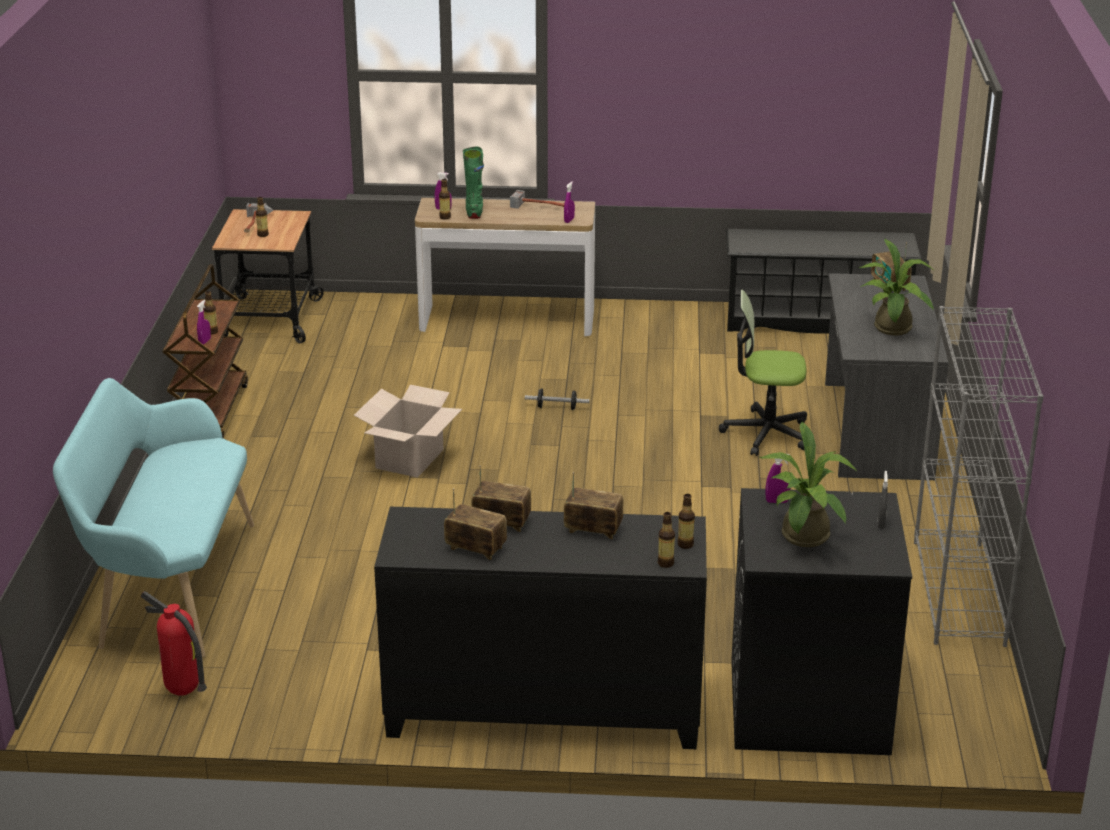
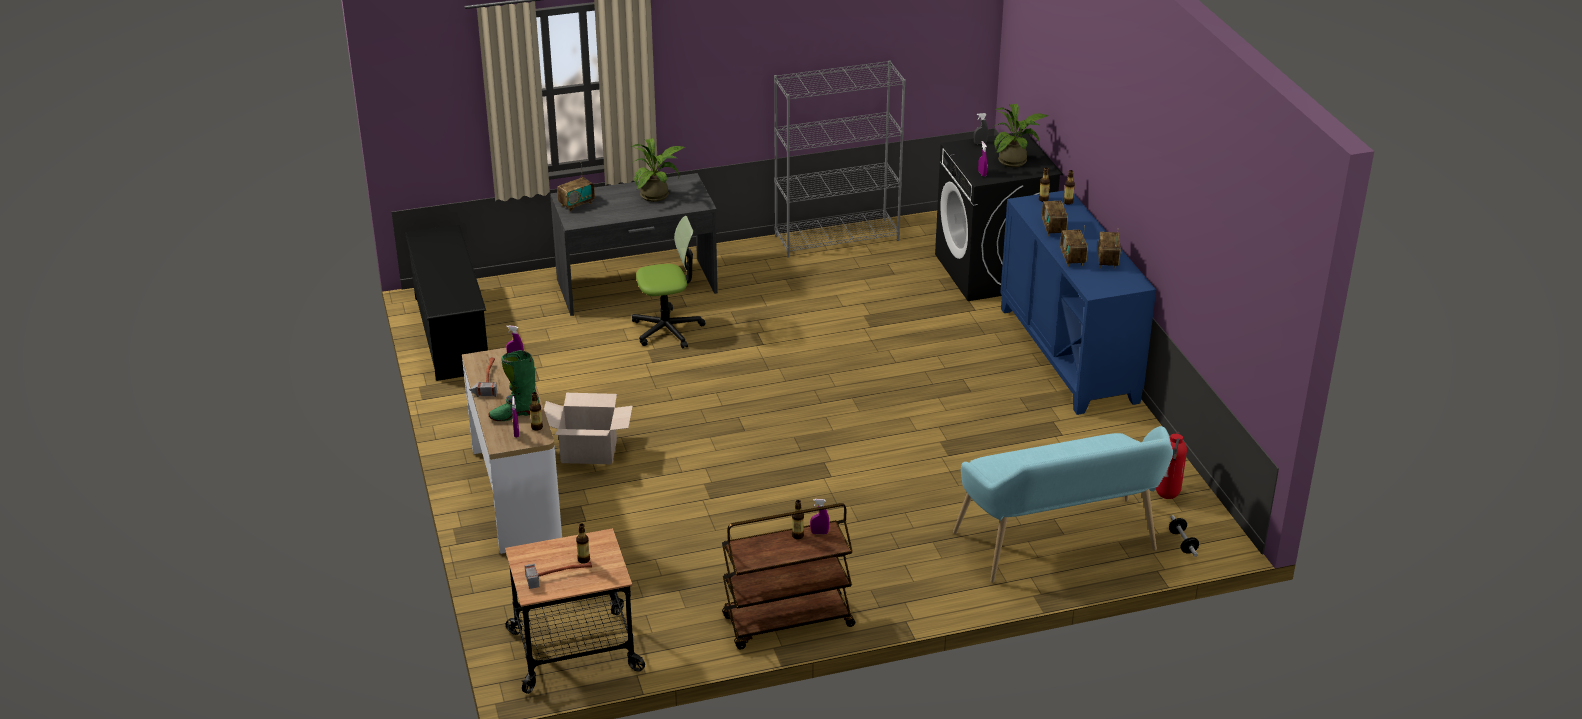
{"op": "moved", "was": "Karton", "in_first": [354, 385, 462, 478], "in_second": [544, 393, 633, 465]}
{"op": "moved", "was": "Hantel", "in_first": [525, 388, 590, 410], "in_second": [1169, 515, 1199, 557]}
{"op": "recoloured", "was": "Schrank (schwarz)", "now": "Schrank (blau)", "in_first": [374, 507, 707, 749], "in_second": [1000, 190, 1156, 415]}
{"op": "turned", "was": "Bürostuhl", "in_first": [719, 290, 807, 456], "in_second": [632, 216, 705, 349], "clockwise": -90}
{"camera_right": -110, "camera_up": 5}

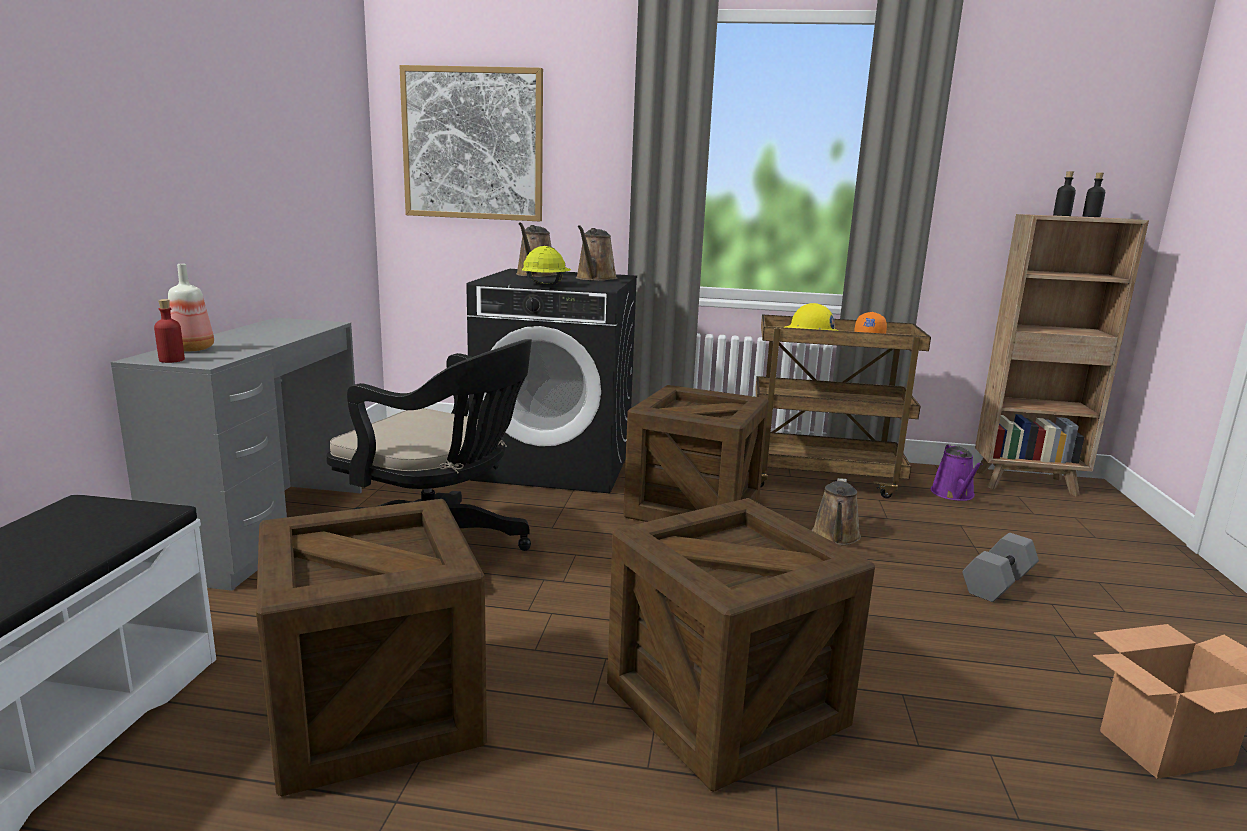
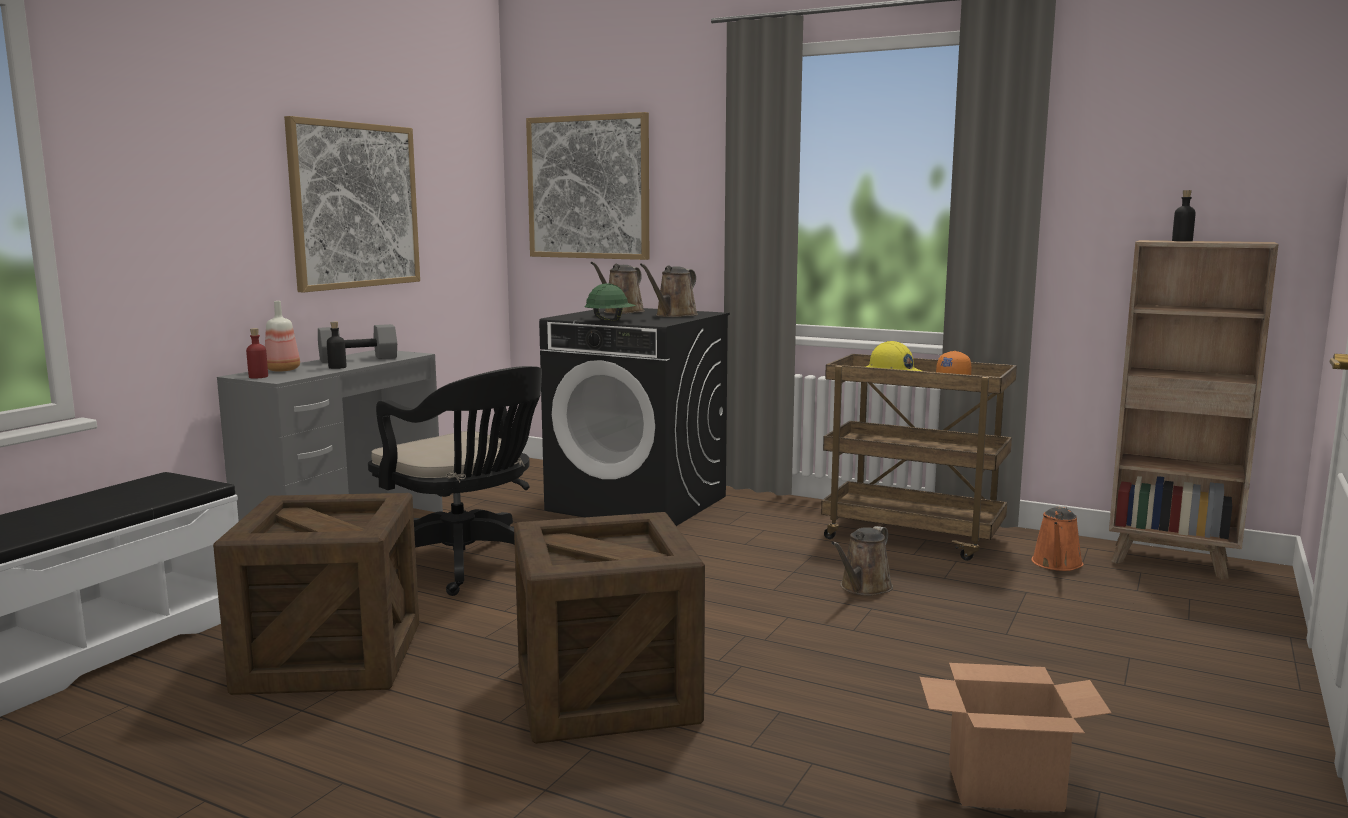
{"op": "removed", "was": "Kiste", "in_first": [623, 385, 769, 522]}
{"op": "added", "now": "Bild", "in_second": [284, 116, 420, 293]}
{"op": "moved", "was": "Hantel (grau)", "in_first": [963, 533, 1039, 602], "in_second": [318, 324, 397, 363]}
{"op": "moved", "was": "Flasche (schwarz)", "in_first": [1083, 173, 1105, 217], "in_second": [327, 321, 347, 369]}
{"op": "recoloured", "was": "Schutzhelm (gelb)", "now": "Schutzhelm (grün)", "in_first": [522, 246, 571, 285], "in_second": [584, 283, 635, 321]}
{"op": "recoloured", "was": "Gießkanne (lila)", "now": "Gießkanne (orange)", "in_first": [931, 444, 983, 501], "in_second": [1031, 506, 1083, 571]}
{"camera_right": 20, "camera_up": -5}

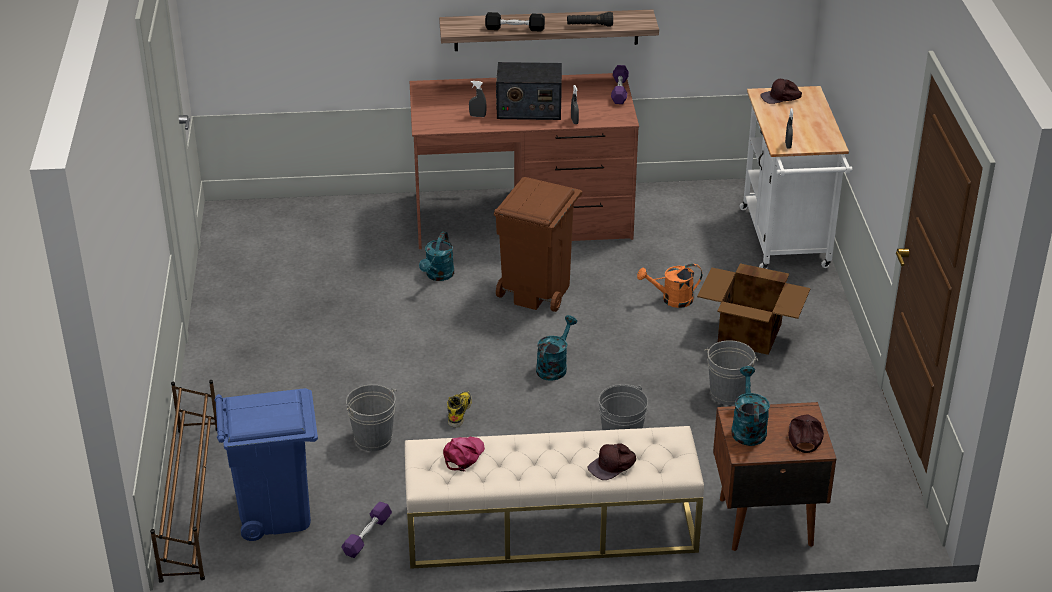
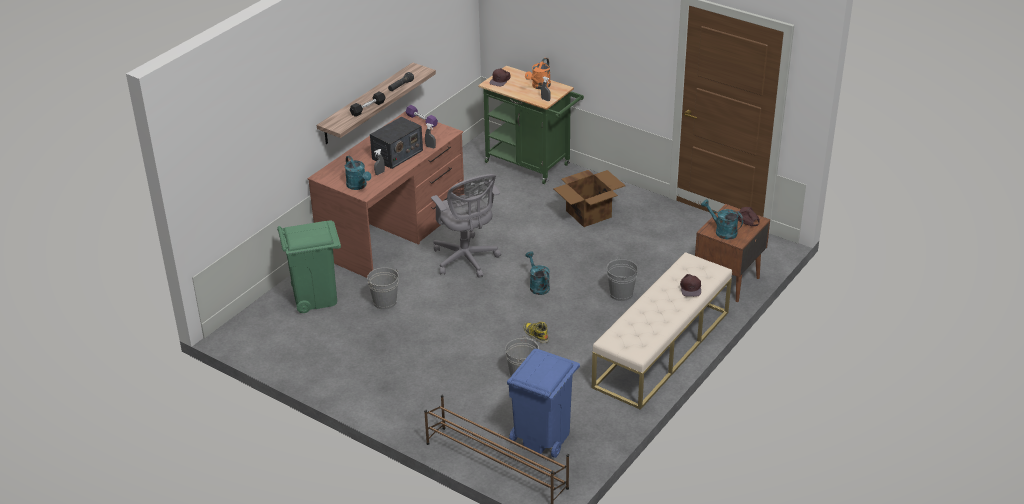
{"op": "removed", "was": "Hantel (lila)", "in_first": [341, 502, 392, 558]}
{"op": "removed", "was": "Kappe (rosa)", "in_first": [443, 437, 485, 471]}
{"op": "added", "now": "Mülleimer (grün)", "in_second": [277, 220, 341, 313]}
{"op": "moved", "was": "Gießkanne (türkis)", "in_first": [419, 232, 454, 281], "in_second": [345, 155, 371, 190]}
{"op": "moved", "was": "Gießkanne (orange)", "in_first": [637, 264, 702, 308], "in_second": [525, 58, 551, 89]}
{"op": "moved", "was": "Eimer (grau)", "in_first": [704, 340, 758, 405], "in_second": [367, 267, 399, 310]}
{"op": "replaced", "was": "Mülleimer (braun)", "now": "Bürostuhl (grau)", "in_first": [494, 177, 582, 312], "in_second": [431, 174, 501, 278]}
{"op": "recoloured", "was": "Rollwagen (weiß)", "now": "Rollwagen (grün)", "in_first": [740, 86, 852, 269], "in_second": [478, 66, 584, 184]}
{"camera_right": -50, "camera_up": 0}

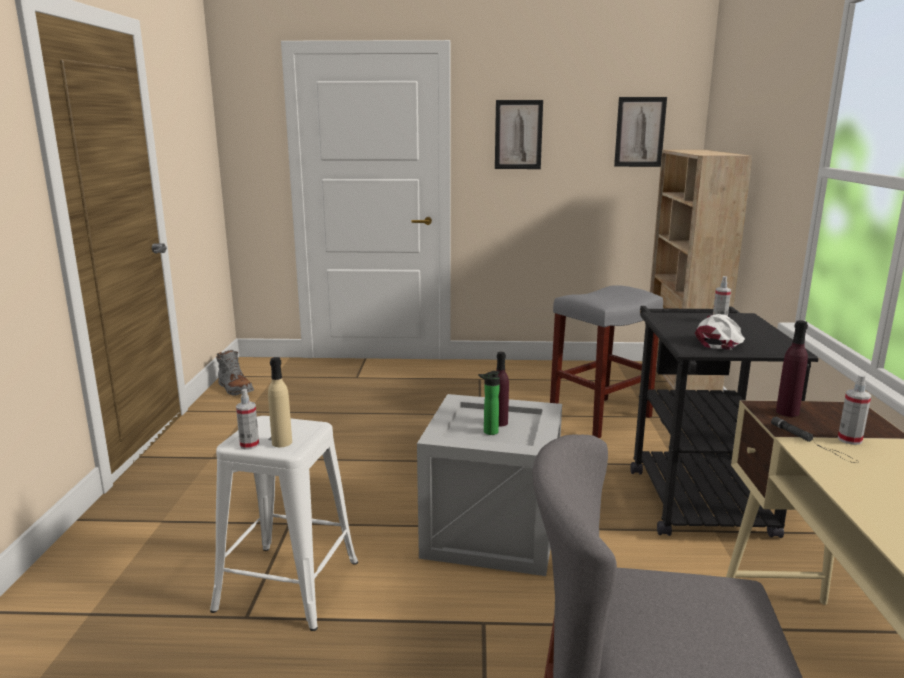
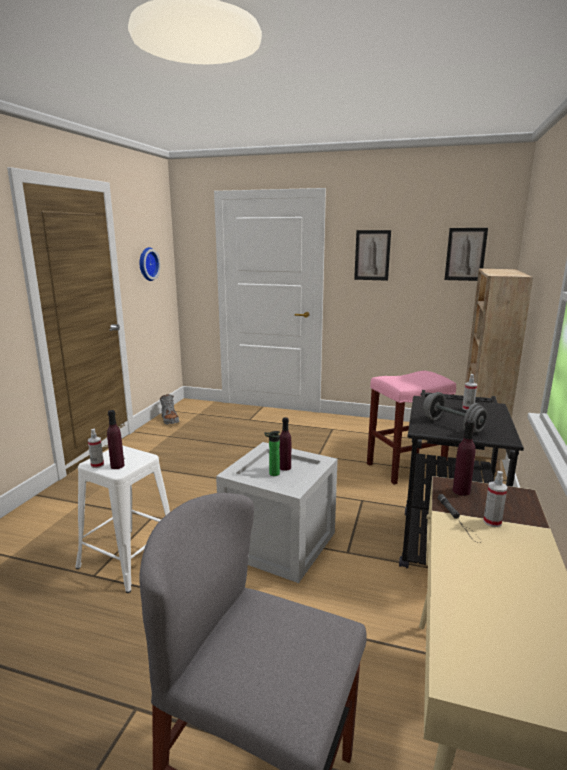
{"op": "added", "now": "Wanduhr", "in_second": [139, 247, 161, 281]}
{"op": "replaced", "was": "Kappe (weiß)", "now": "Hantel (grau)", "in_first": [695, 314, 745, 350], "in_second": [423, 392, 488, 433]}
{"op": "recoloured", "was": "Flasche (beige)", "now": "Flasche (lila)", "in_first": [268, 357, 292, 447], "in_second": [107, 410, 124, 469]}
{"op": "recoloured", "was": "Hocker (grau)", "now": "Hocker (rosa)", "in_first": [550, 285, 663, 438], "in_second": [367, 371, 456, 484]}
{"camera_right": 15, "camera_up": 0}

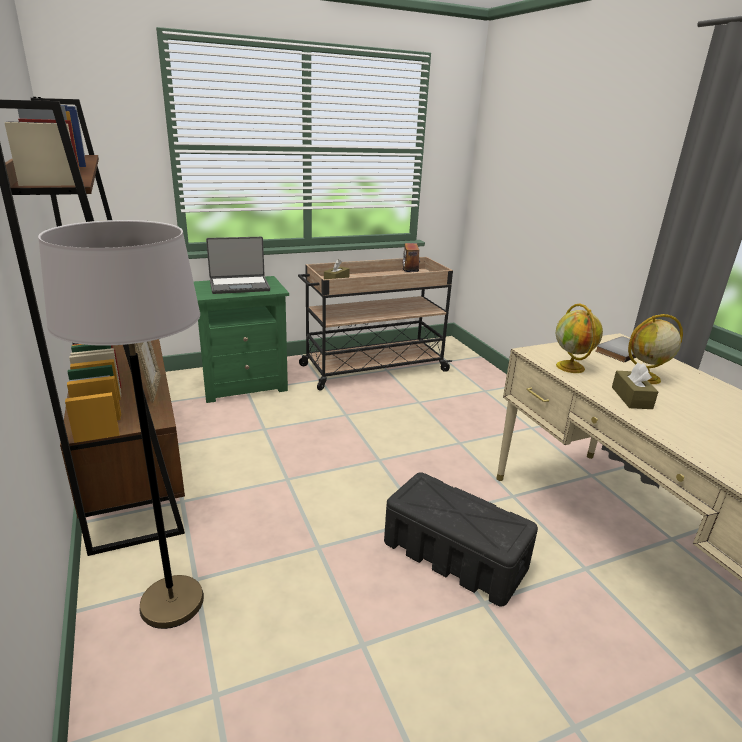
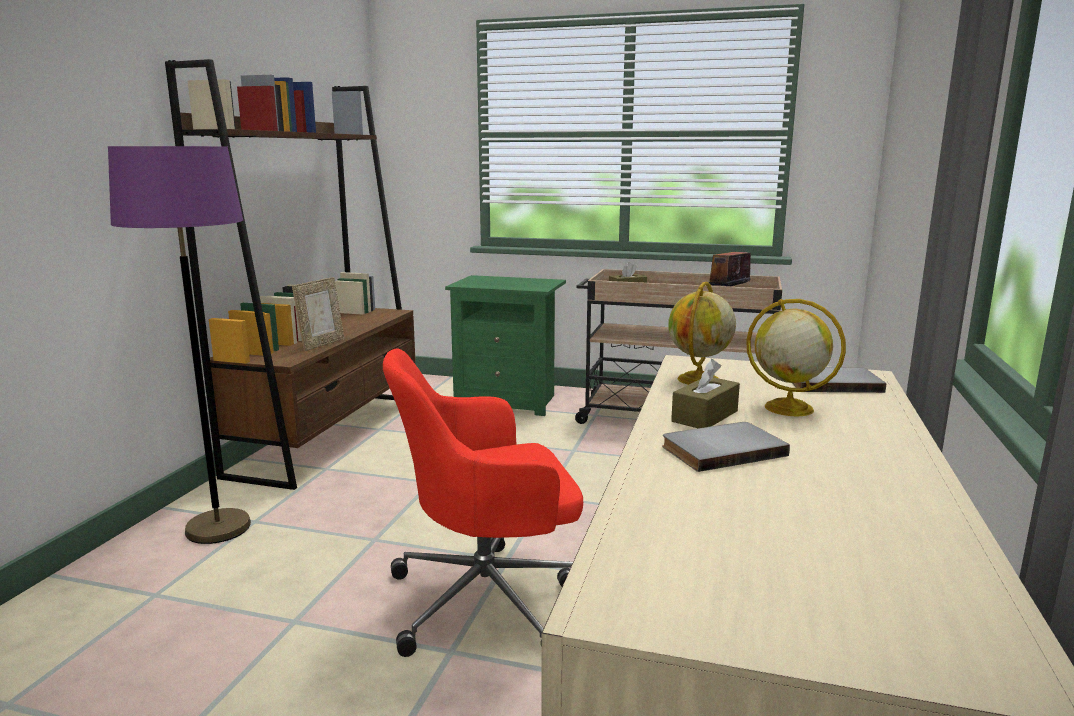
{"op": "removed", "was": "Laptop", "in_first": [206, 237, 270, 294]}
{"op": "added", "now": "Buch (grau)", "in_second": [662, 422, 790, 472]}
{"op": "replaced", "was": "Aufbewahrungsbox (schwarz)", "now": "Bürostuhl (rot)", "in_first": [384, 472, 538, 606], "in_second": [383, 349, 583, 657]}
{"op": "recoloured", "was": "Stehlampe (grau)", "now": "Stehlampe (lila)", "in_first": [38, 220, 204, 629], "in_second": [108, 146, 251, 544]}
{"camera_right": 40, "camera_up": -10}

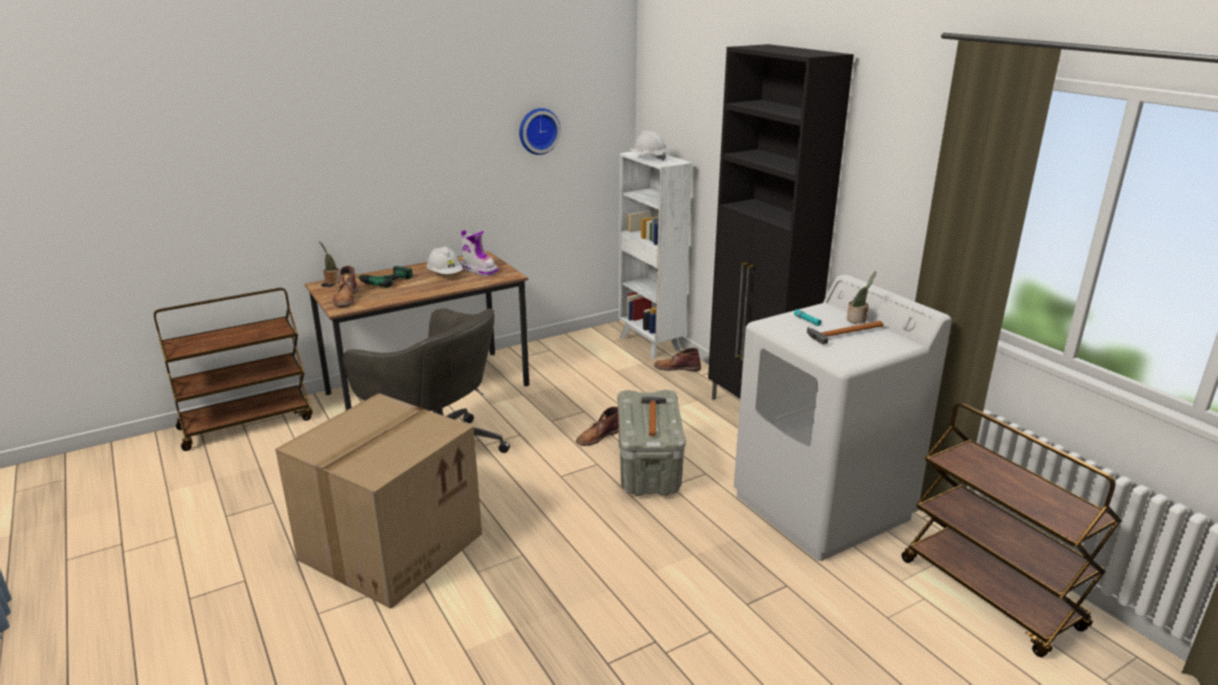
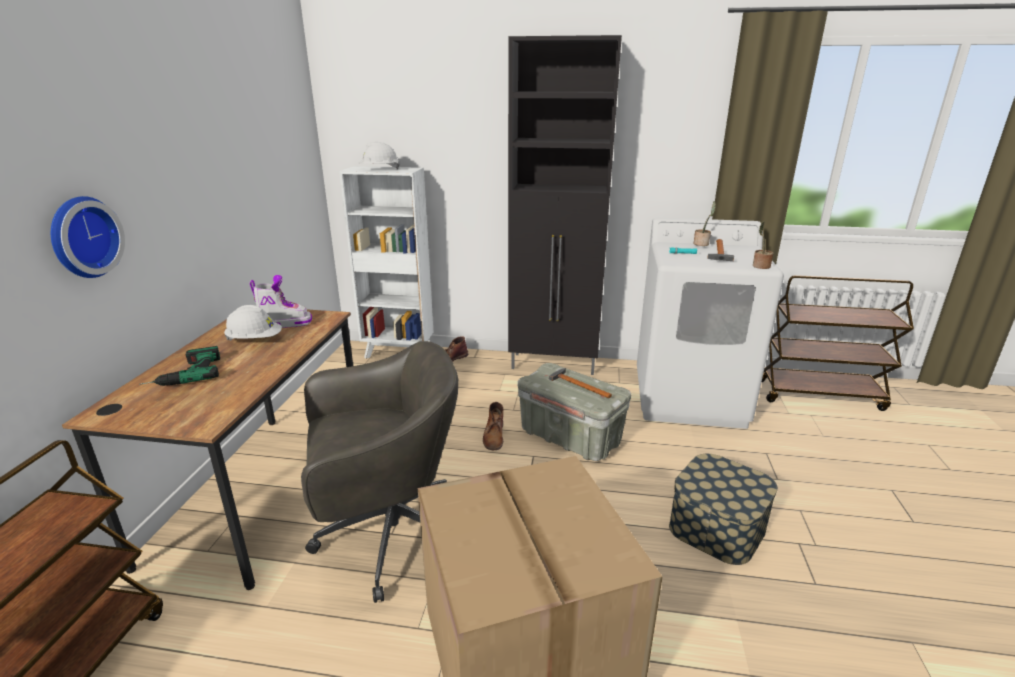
{"op": "removed", "was": "Stiefel (braun)", "in_first": [333, 266, 358, 307]}
{"op": "added", "now": "Aufbewahrungsbox", "in_second": [669, 454, 778, 565]}
{"op": "moved", "was": "Topfpflanze", "in_first": [319, 241, 340, 285], "in_second": [753, 221, 773, 269]}
{"op": "moved", "was": "Wanduhr", "in_first": [519, 108, 561, 155], "in_second": [51, 196, 125, 278]}
{"camera_right": -50, "camera_up": 0}

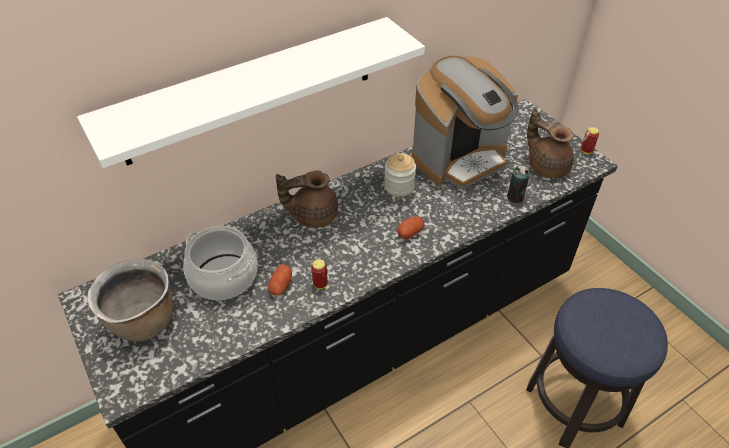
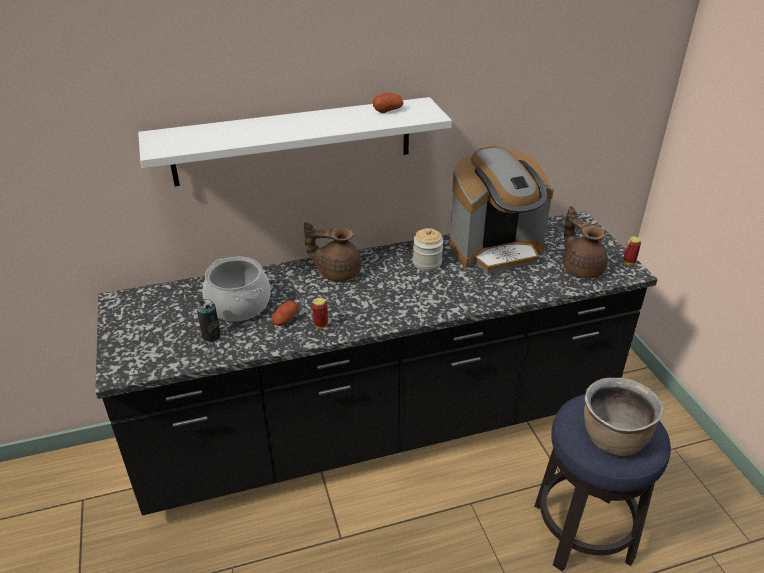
{"op": "moved", "was": "Kochtopf (braun)", "in_first": [88, 259, 173, 342], "in_second": [584, 378, 664, 456]}
{"op": "moved", "was": "Kartoffel", "in_first": [397, 216, 424, 239], "in_second": [373, 93, 404, 113]}
{"op": "moved", "was": "Dose", "in_first": [507, 165, 530, 203], "in_second": [197, 299, 220, 342]}
{"camera_right": 15, "camera_up": -10}

